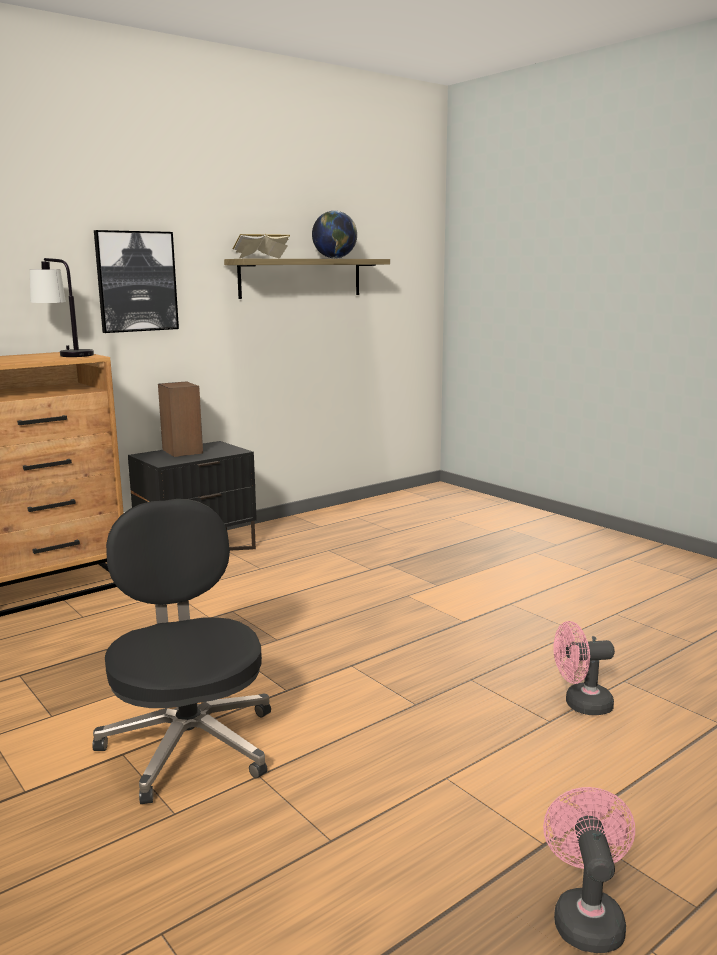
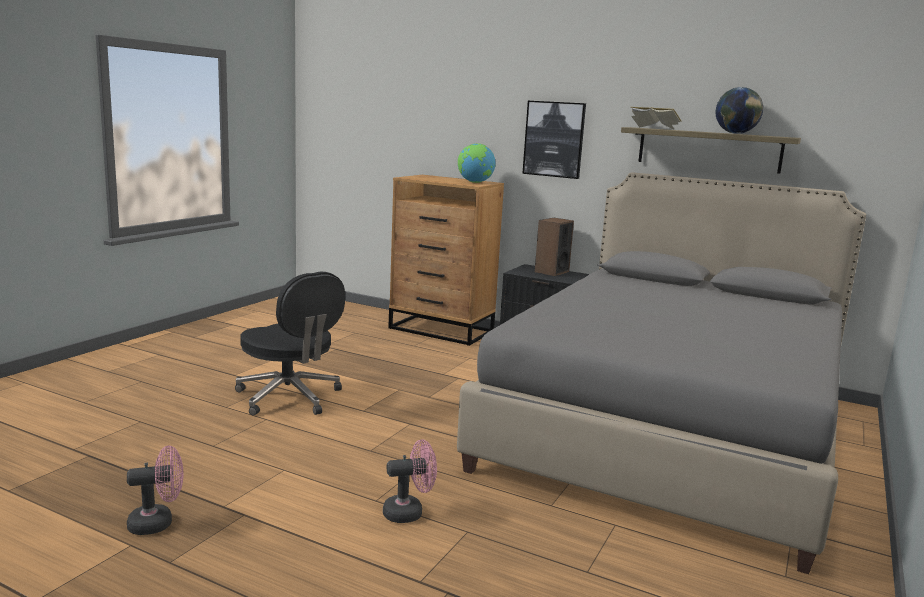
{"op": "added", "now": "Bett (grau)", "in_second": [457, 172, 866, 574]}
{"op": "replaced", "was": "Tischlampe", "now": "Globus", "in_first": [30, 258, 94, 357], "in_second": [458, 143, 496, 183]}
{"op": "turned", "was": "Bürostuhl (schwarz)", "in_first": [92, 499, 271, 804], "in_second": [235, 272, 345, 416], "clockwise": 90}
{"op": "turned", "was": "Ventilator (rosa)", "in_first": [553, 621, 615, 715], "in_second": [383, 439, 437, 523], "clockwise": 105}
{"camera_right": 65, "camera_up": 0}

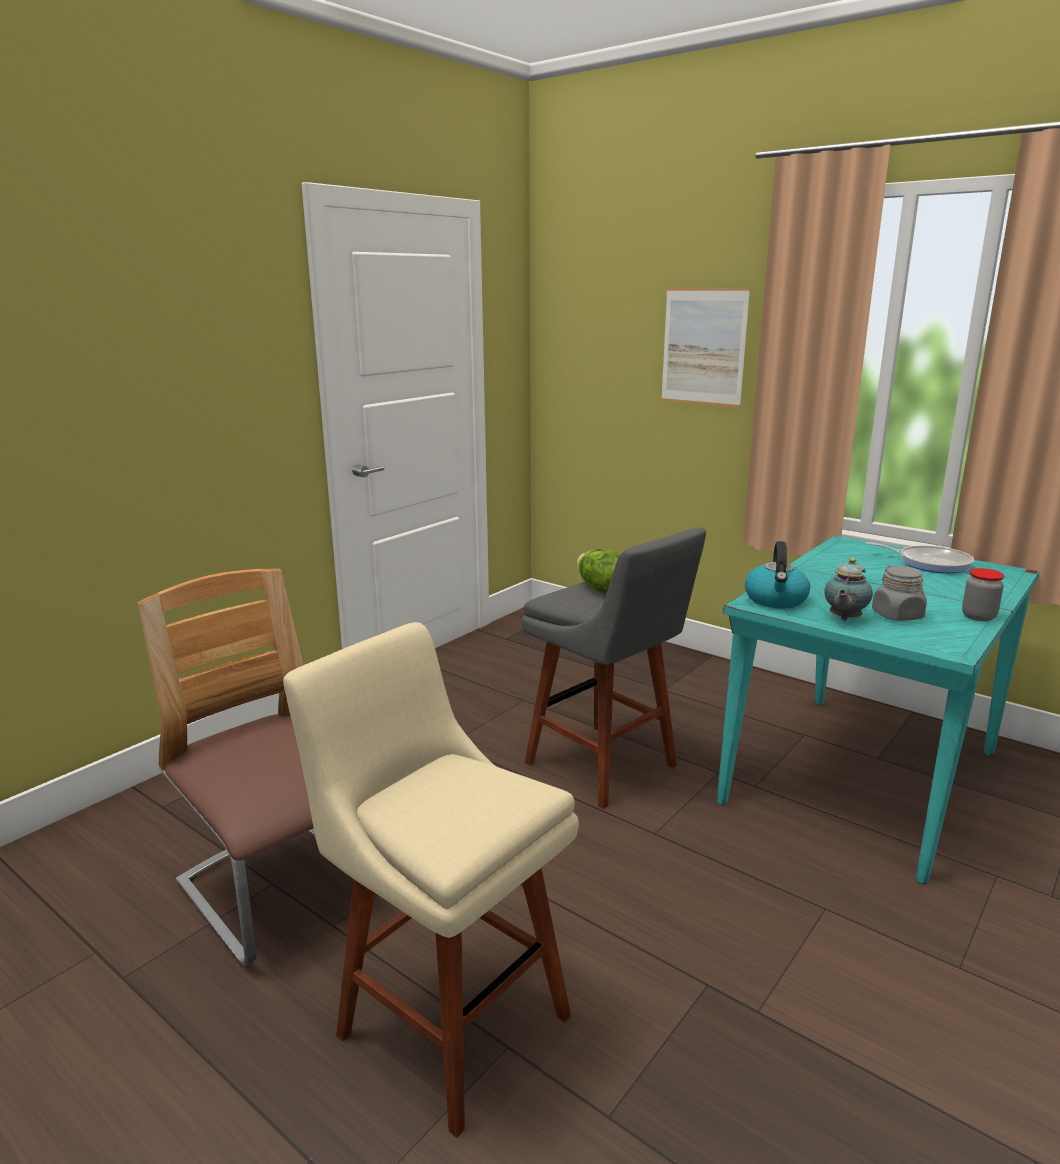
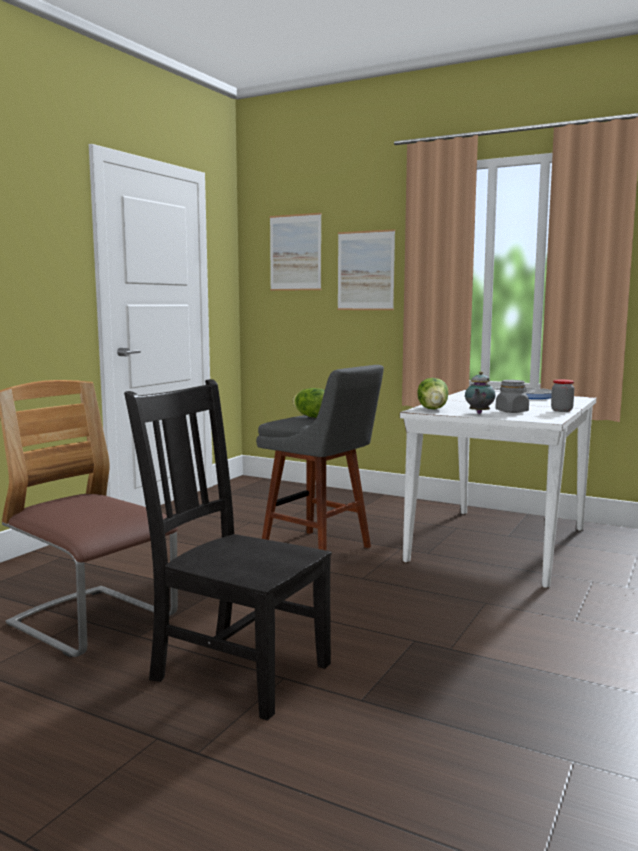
{"op": "added", "now": "Bild", "in_second": [270, 213, 321, 291]}
{"op": "replaced", "was": "Hocker (beige)", "now": "Stuhl (schwarz)", "in_first": [283, 622, 579, 1138], "in_second": [124, 379, 332, 721]}
{"op": "replaced", "was": "Wasserkessel", "now": "Salatkopf", "in_first": [745, 541, 810, 609], "in_second": [417, 378, 448, 410]}
{"op": "recoloured", "was": "Esstisch (türkis)", "now": "Esstisch (weiß)", "in_first": [717, 536, 1040, 884], "in_second": [400, 390, 596, 588]}
{"camera_right": -10, "camera_up": -10}

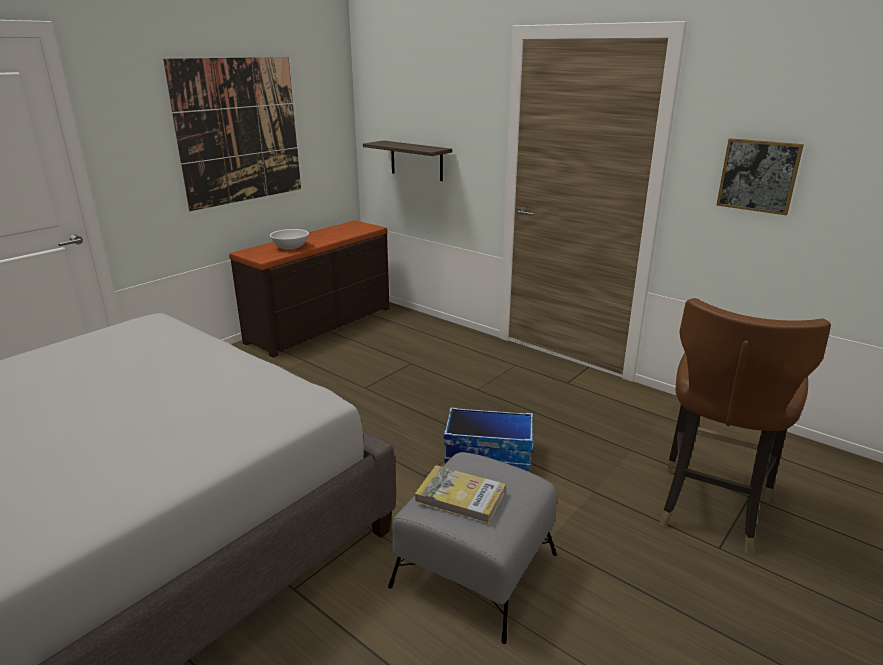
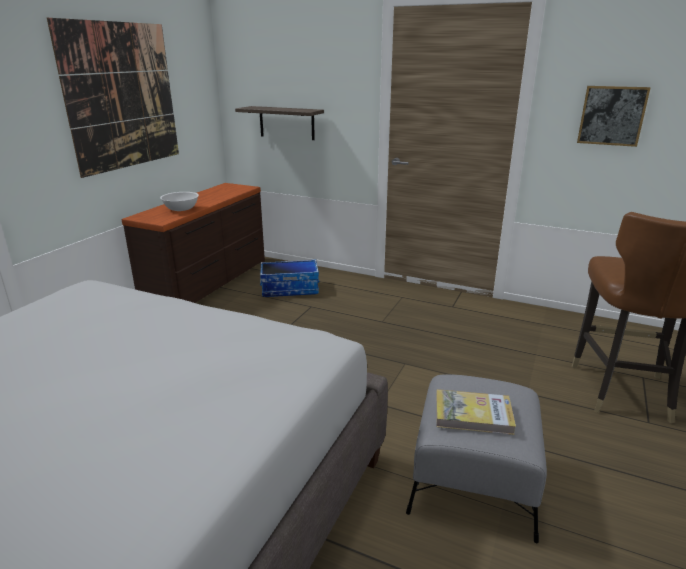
{"op": "moved", "was": "Aufbewahrungsbox", "in_first": [444, 407, 533, 471], "in_second": [260, 260, 319, 297]}
{"camera_right": -15, "camera_up": 0}

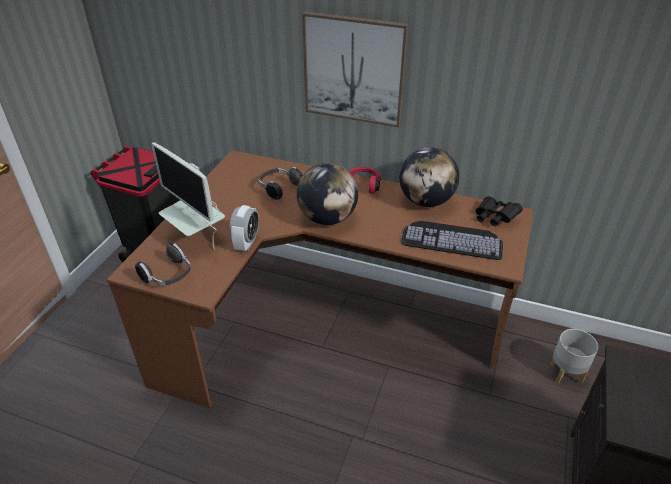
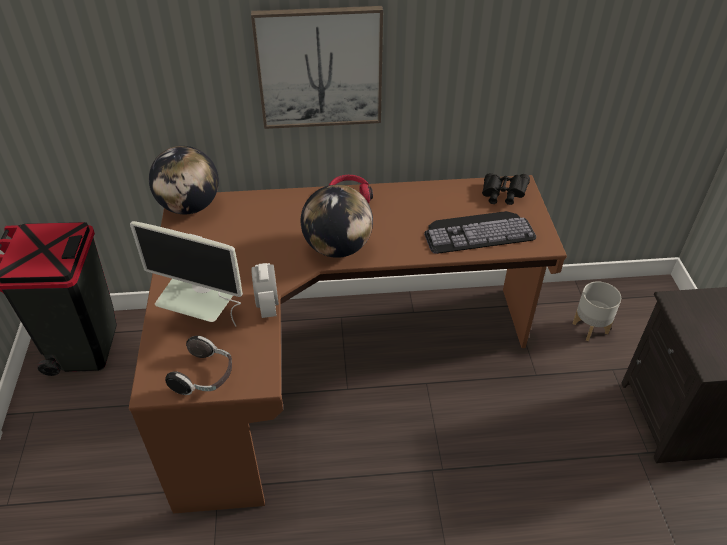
{"op": "removed", "was": "Kopfhörer", "in_first": [258, 167, 303, 200]}
{"op": "moved", "was": "Globus", "in_first": [399, 147, 459, 207], "in_second": [149, 146, 219, 214]}
{"camera_right": -25, "camera_up": 5}

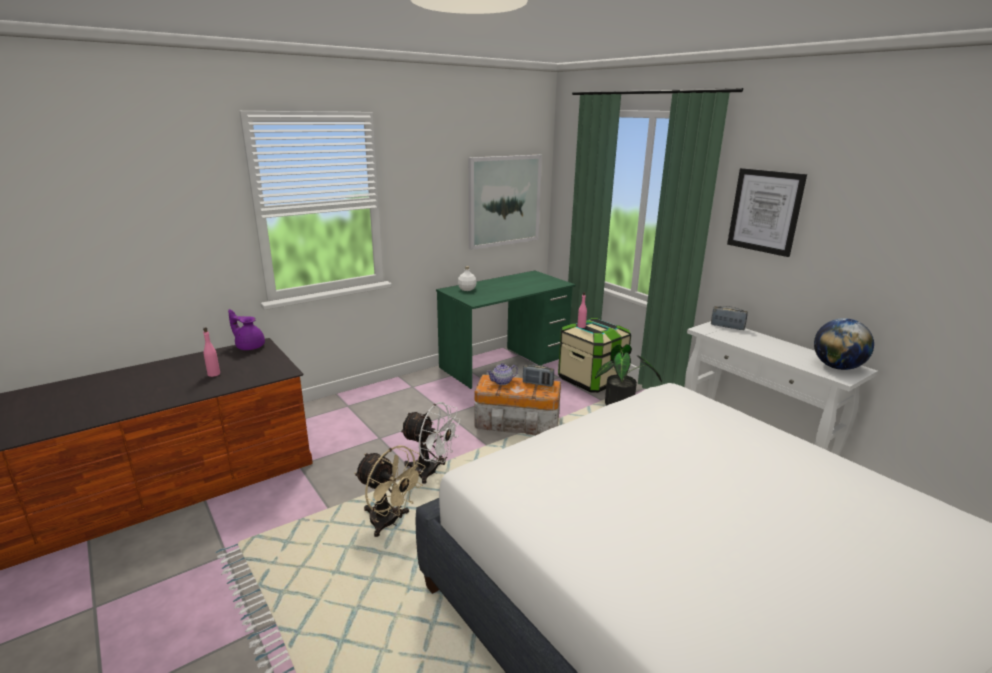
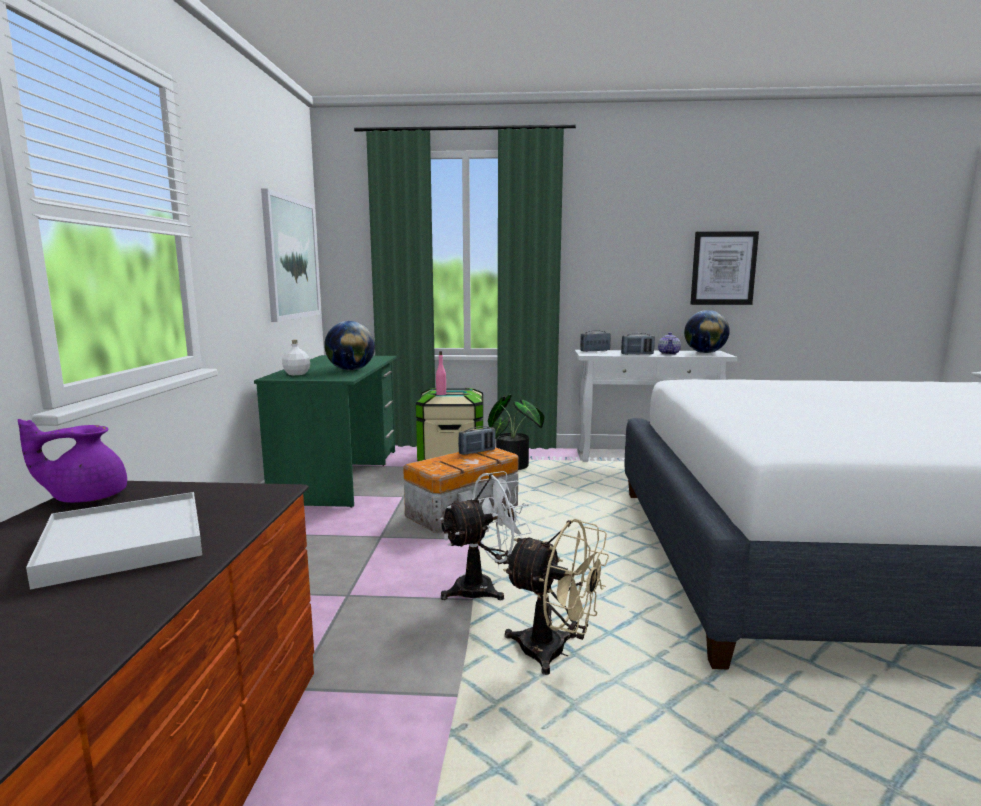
{"op": "added", "now": "Globus", "in_second": [324, 321, 375, 371]}
{"op": "added", "now": "Radio", "in_second": [621, 333, 655, 355]}
{"op": "moved", "was": "Teekanne", "in_first": [487, 363, 518, 385], "in_second": [658, 332, 681, 355]}
{"op": "moved", "was": "Bild", "in_first": [727, 168, 807, 257], "in_second": [690, 231, 759, 305]}
{"op": "replaced", "was": "Flasche (rosa)", "now": "Tablett (weiß)", "in_first": [203, 327, 220, 377], "in_second": [26, 492, 202, 589]}
{"op": "turned", "was": "Ventilator (beige)", "in_first": [354, 445, 425, 537], "in_second": [503, 519, 609, 675], "clockwise": 45}
{"camera_right": -50, "camera_up": -10}

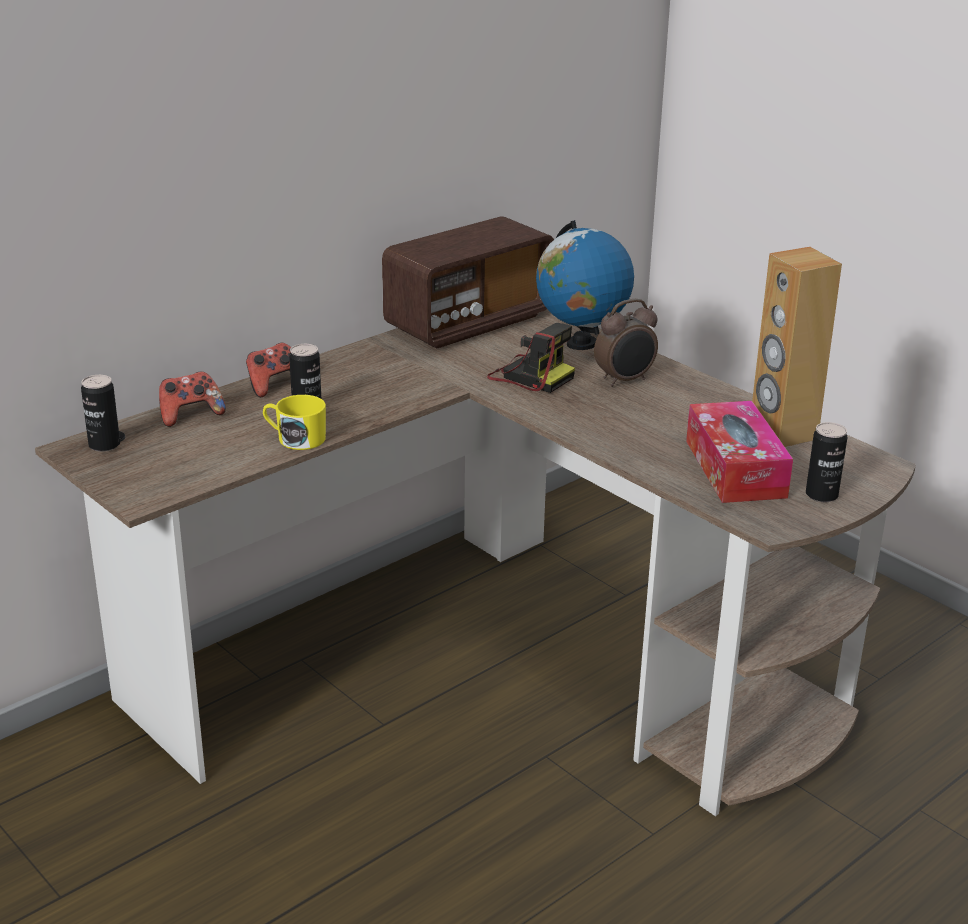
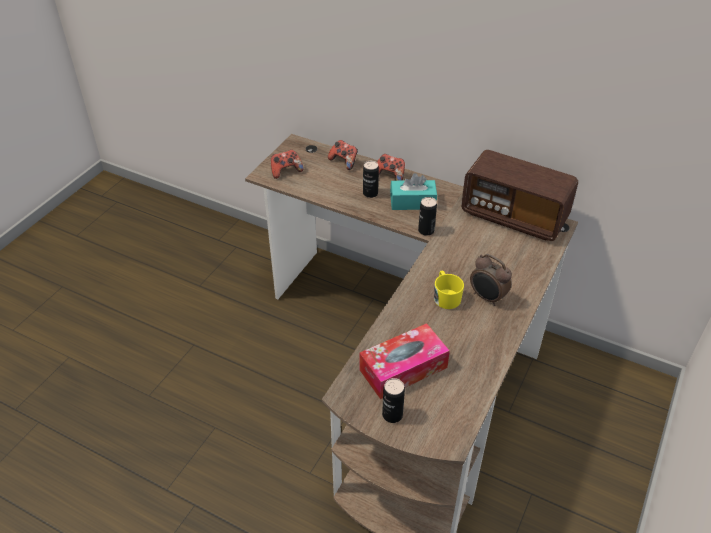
{"op": "removed", "was": "Kamera", "in_first": [487, 323, 575, 393]}
{"op": "removed", "was": "Globus", "in_first": [536, 220, 634, 350]}
{"op": "removed", "was": "Lautsprecher (braun)", "in_first": [752, 247, 842, 447]}
{"op": "added", "now": "Gamepad", "in_second": [271, 150, 304, 179]}
{"op": "added", "now": "Taschentuchbox (türkis)", "in_second": [390, 173, 437, 210]}
{"op": "moved", "was": "Dose", "in_first": [81, 375, 120, 452], "in_second": [418, 197, 437, 236]}
{"op": "moved", "was": "Henkelbecher (gelb)", "in_first": [263, 395, 326, 450], "in_second": [434, 270, 464, 309]}
{"camera_right": 70, "camera_up": 15}

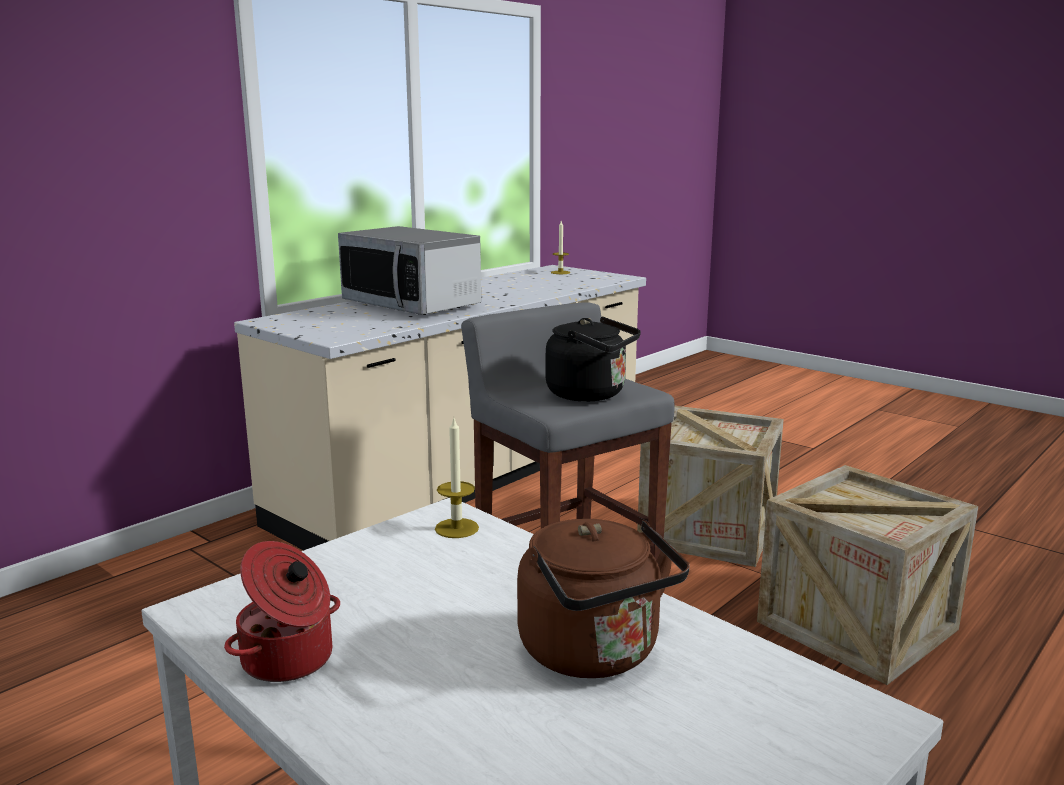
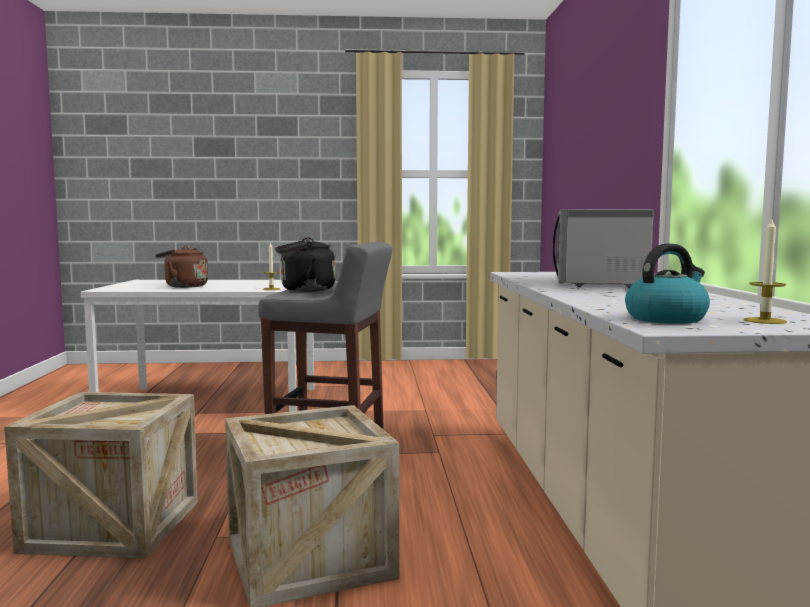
{"op": "removed", "was": "Kochtopf", "in_first": [224, 541, 340, 682]}
{"op": "added", "now": "Wasserkessel", "in_second": [625, 244, 710, 324]}
{"op": "turned", "was": "Mikrowelle", "in_first": [338, 226, 481, 315], "in_second": [553, 209, 654, 288], "clockwise": -75}
{"camera_right": 135, "camera_up": -10}

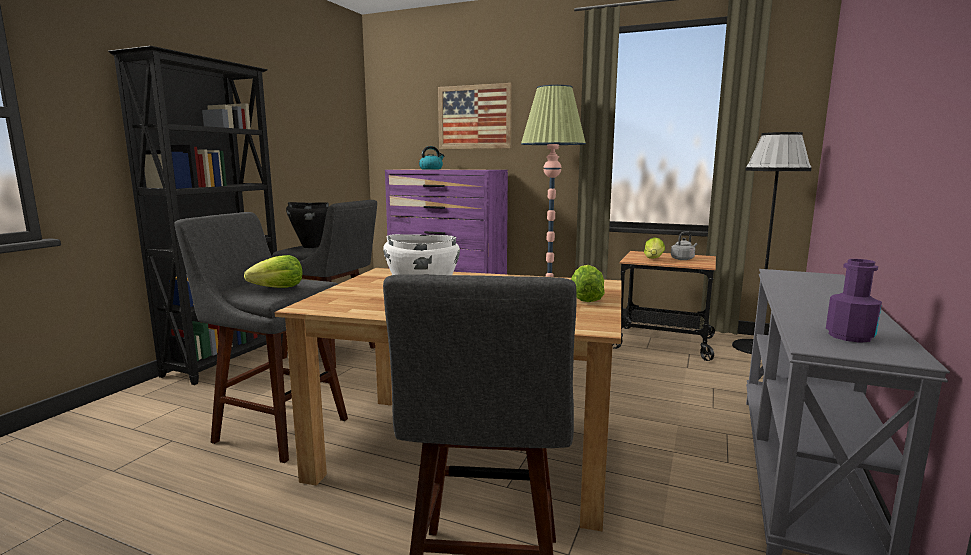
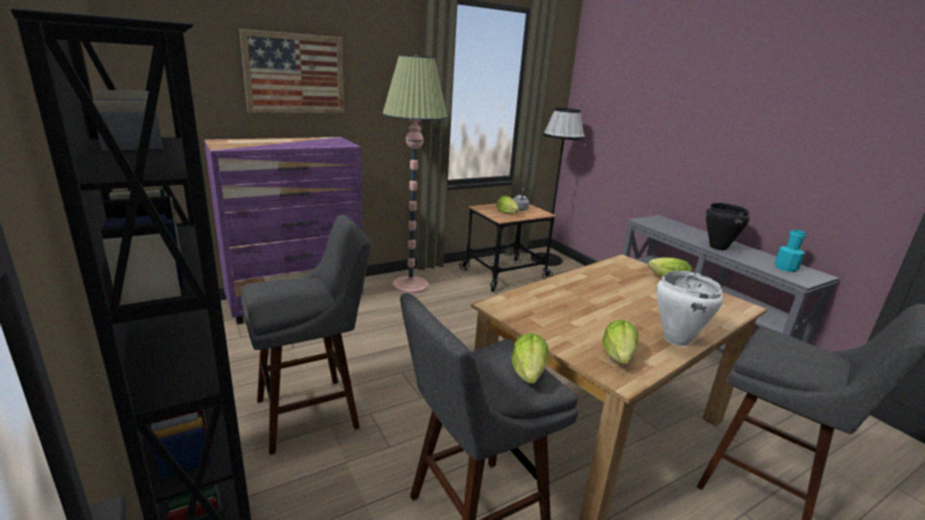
{"op": "removed", "was": "Wasserkessel", "in_first": [419, 146, 444, 169]}
{"op": "added", "now": "Salatkopf", "in_second": [602, 319, 638, 364]}
{"op": "moved", "was": "Kochtopf (schwarz)", "in_first": [286, 202, 329, 248], "in_second": [706, 203, 750, 250]}
{"op": "recoloured", "was": "Flasche (lila)", "now": "Flasche (türkis)", "in_first": [826, 259, 882, 343], "in_second": [775, 230, 806, 272]}
{"camera_right": -55, "camera_up": 10}

